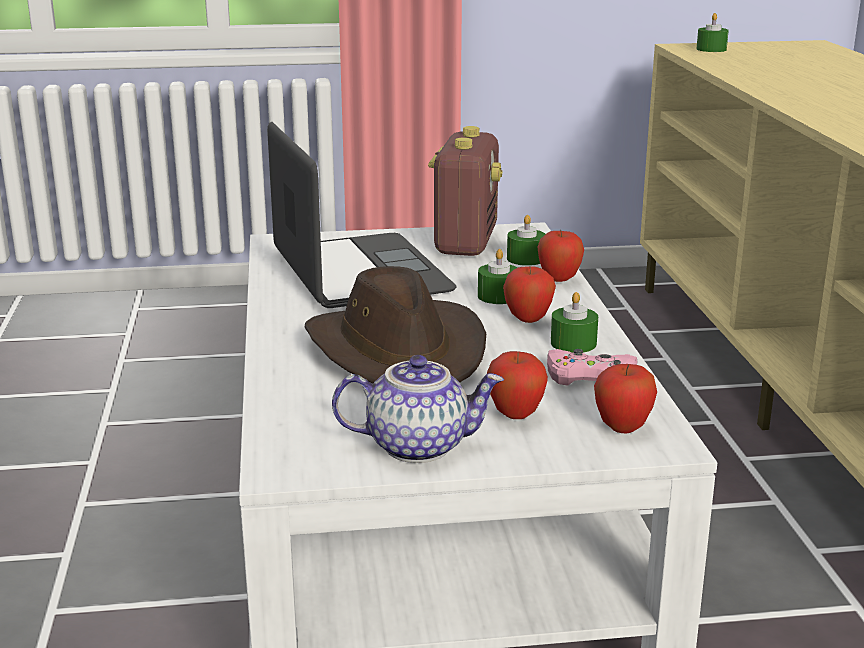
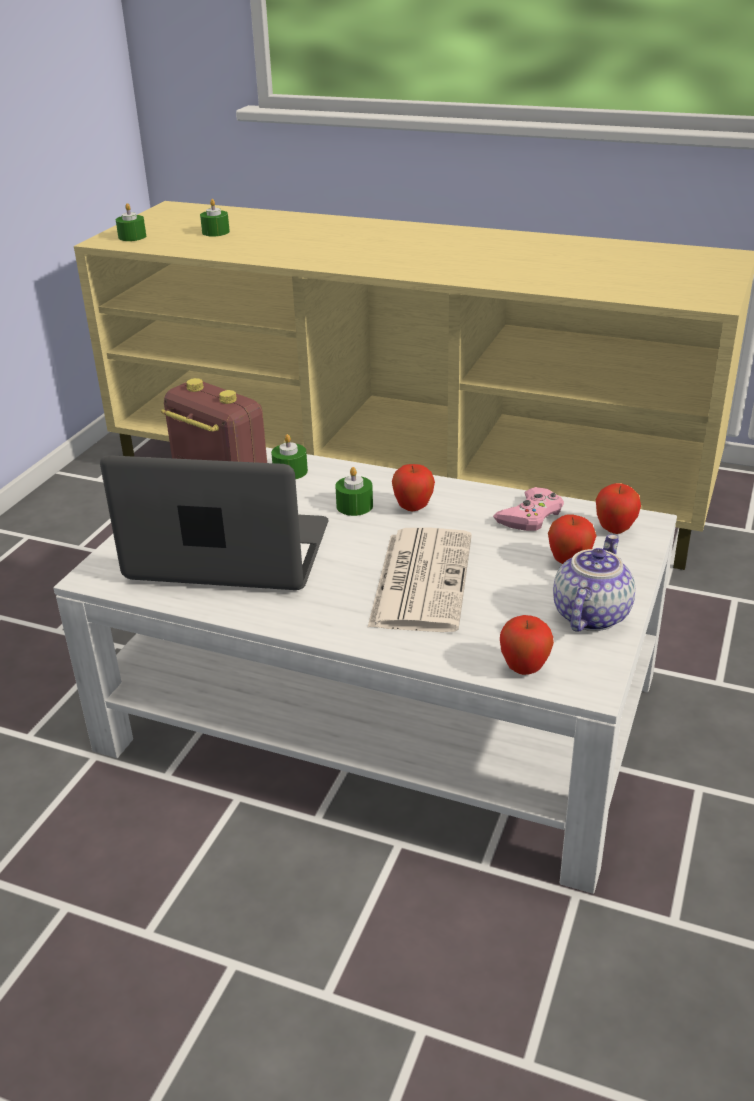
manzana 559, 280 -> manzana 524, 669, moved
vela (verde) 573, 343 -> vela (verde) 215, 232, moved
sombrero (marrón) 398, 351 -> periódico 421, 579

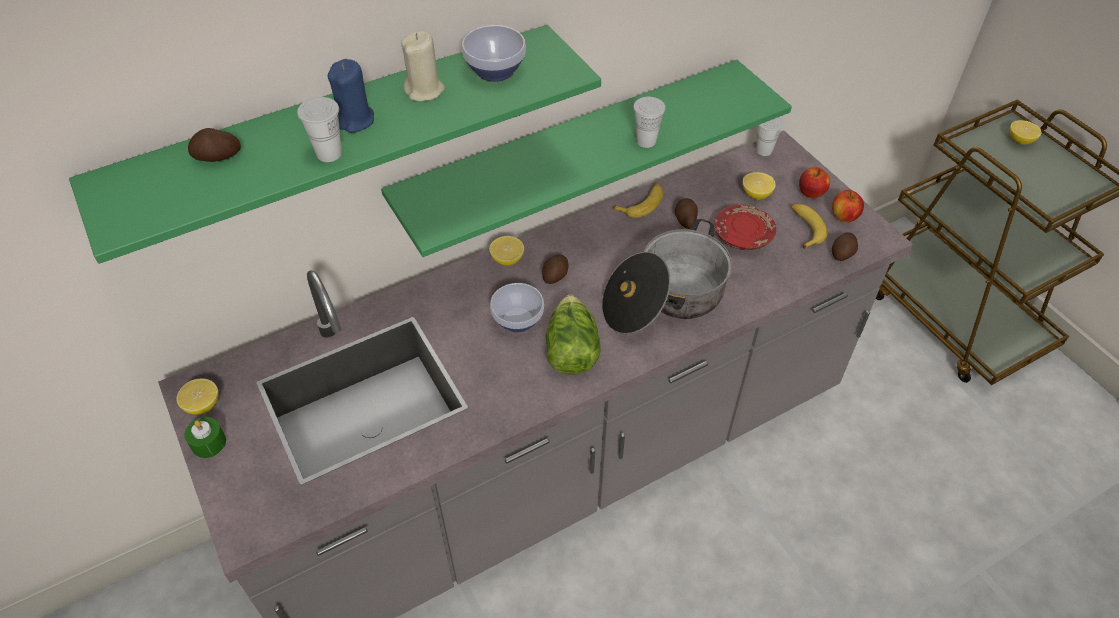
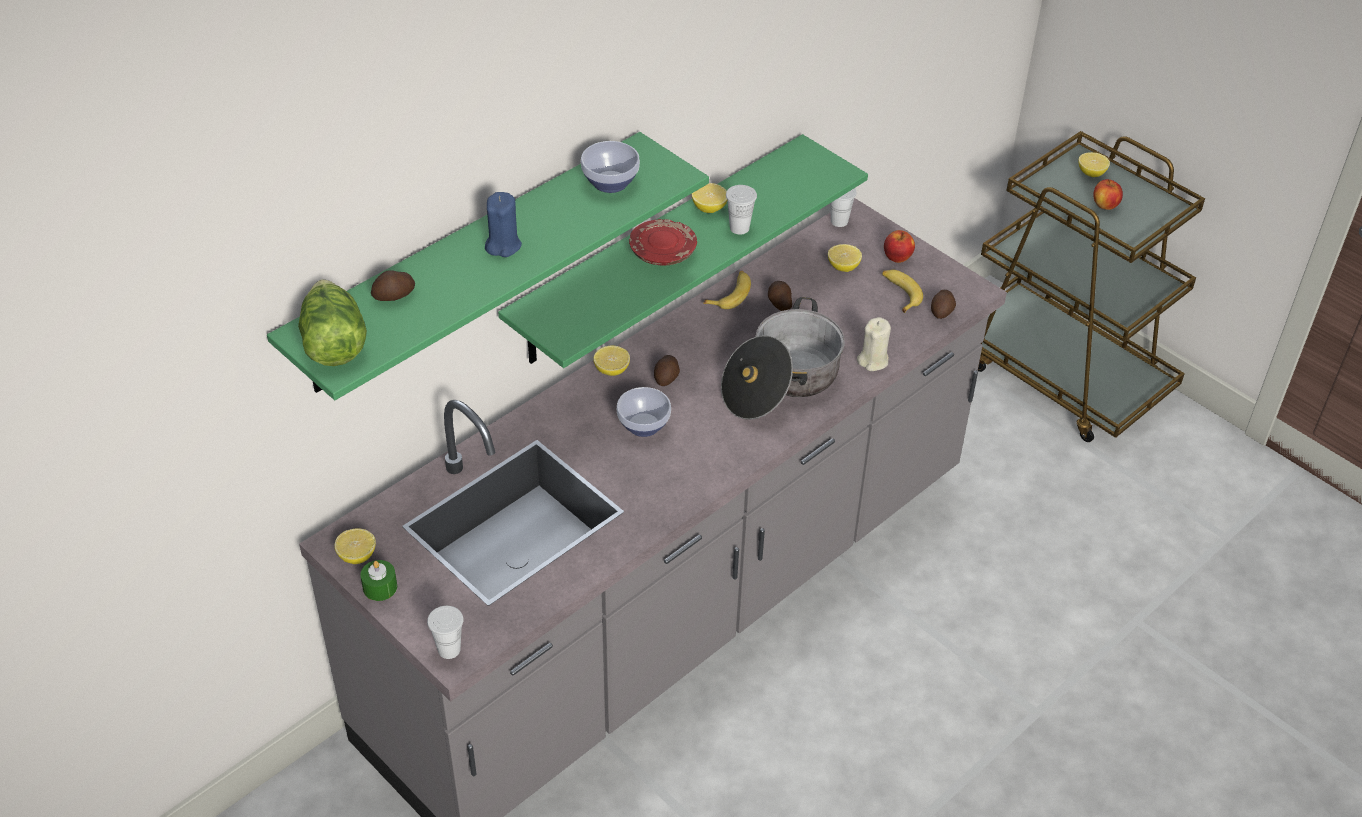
none -> limón 709, 208
taza (blanco) 329, 154 -> taza (blanco) 449, 649, moved
vela (beis) 424, 90 -> vela (beis) 873, 360, moved
lechuga 570, 349 -> lechuga 333, 342, moved
plato (rojo) 742, 235 -> plato (rojo) 662, 252, moved
manzana 844, 216 -> manzana 1105, 205, moved

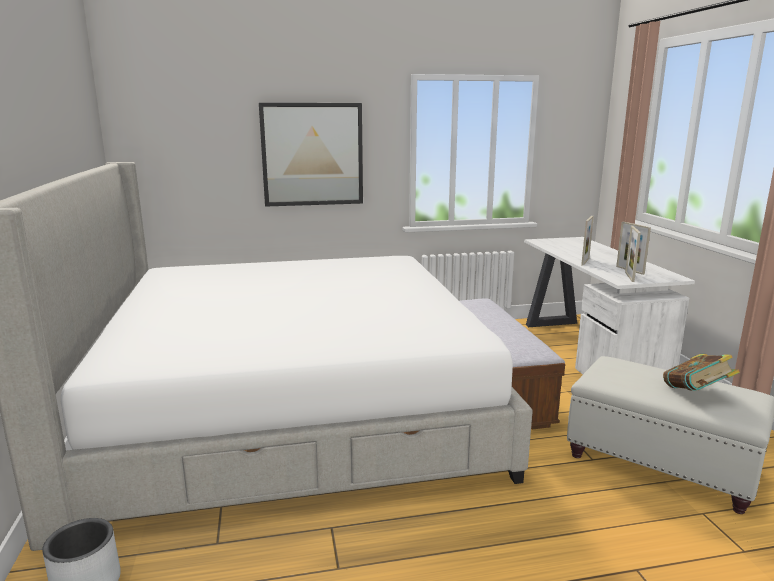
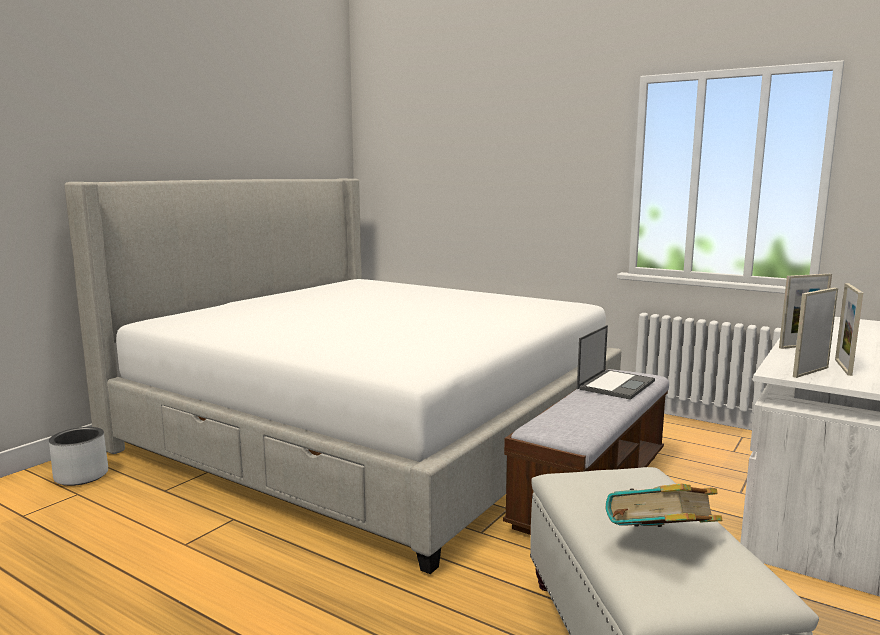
cuadro 312, 154 -> none
none -> portátil 616, 384

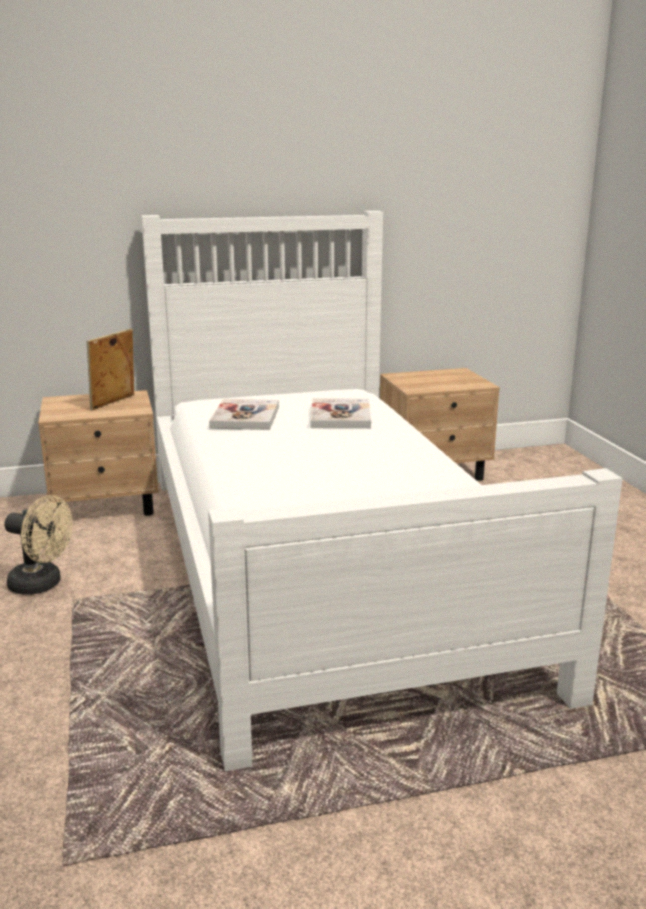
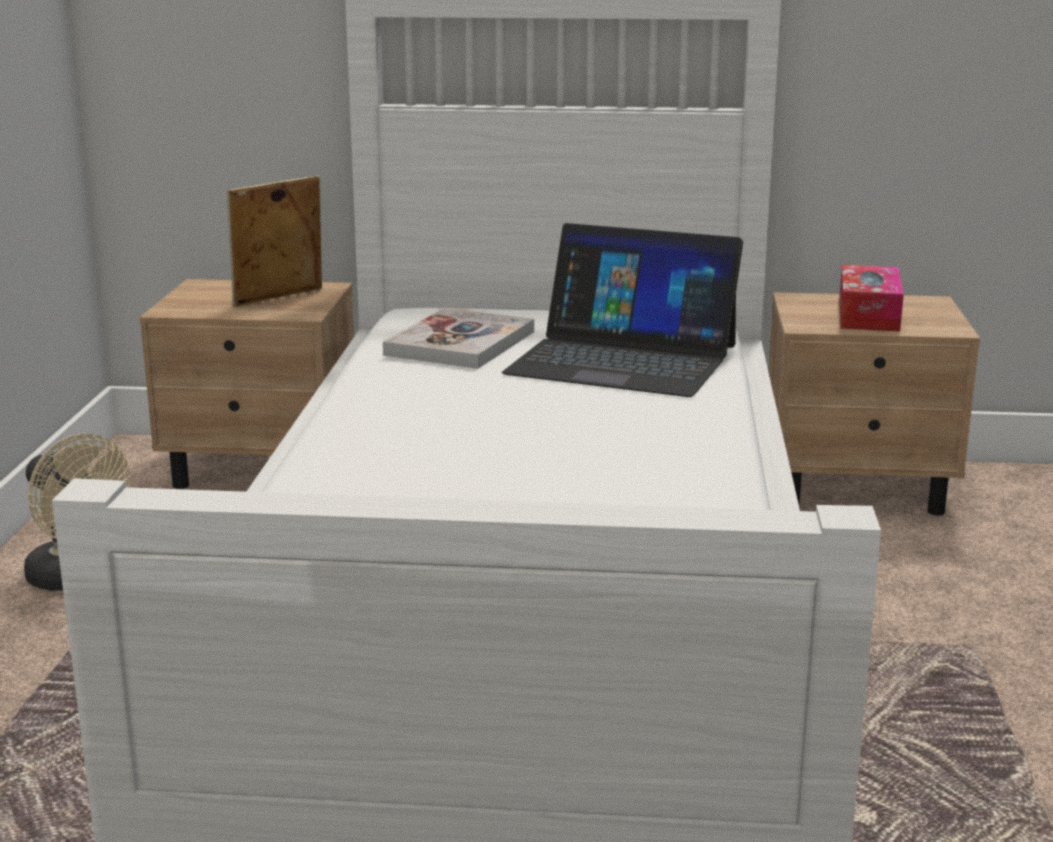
none -> caja de pañuelos 868, 314
libro 340, 416 -> portátil 623, 359

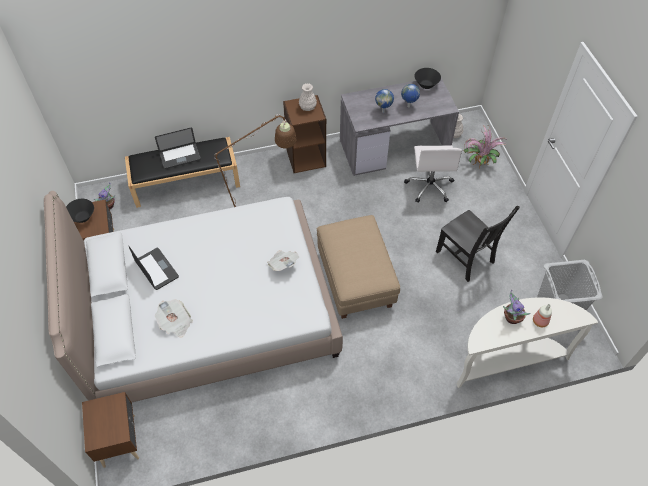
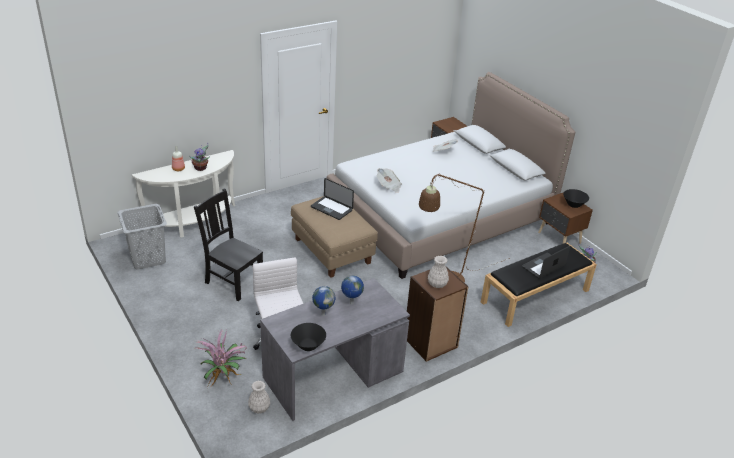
portátil 156, 269 -> portátil 331, 209, moved

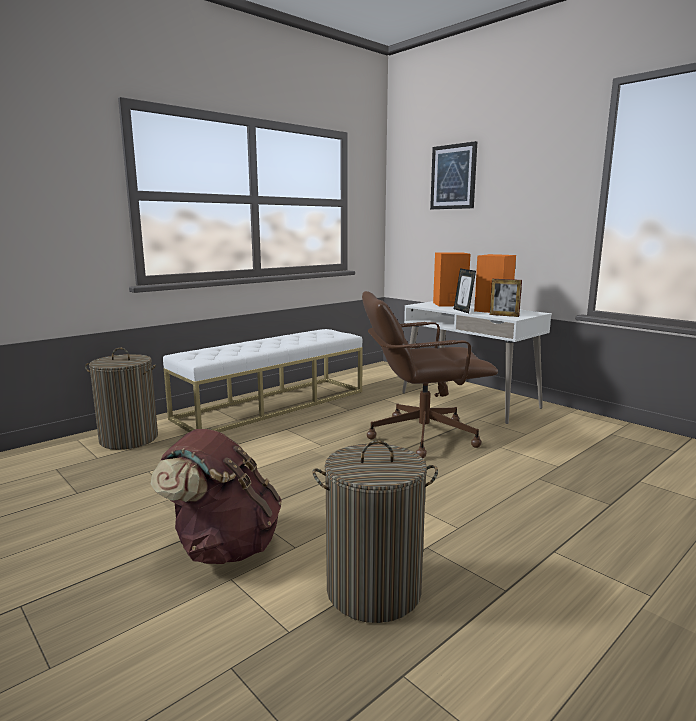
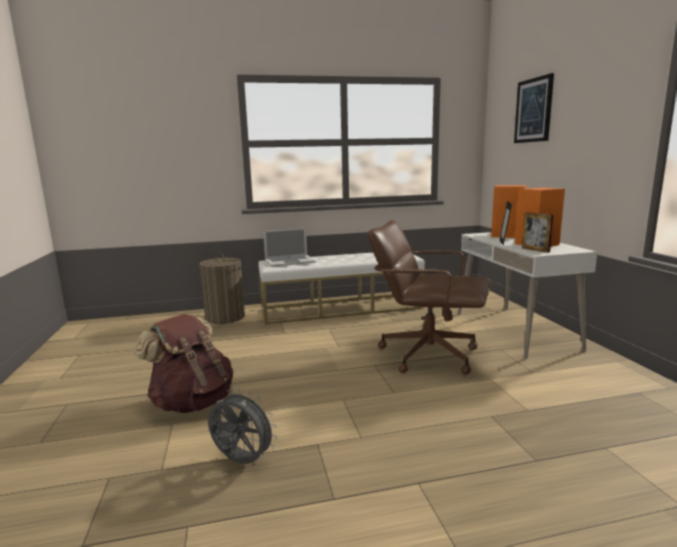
none -> portátil 289, 261
cesto de la ropa 373, 590 -> ventilador (gris) 241, 462

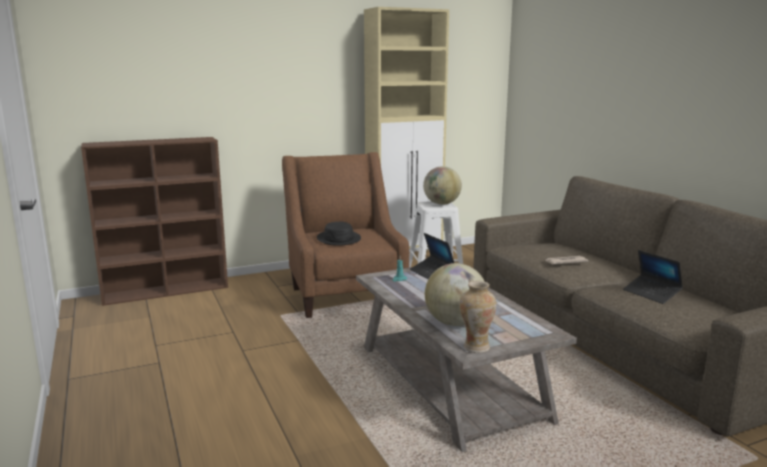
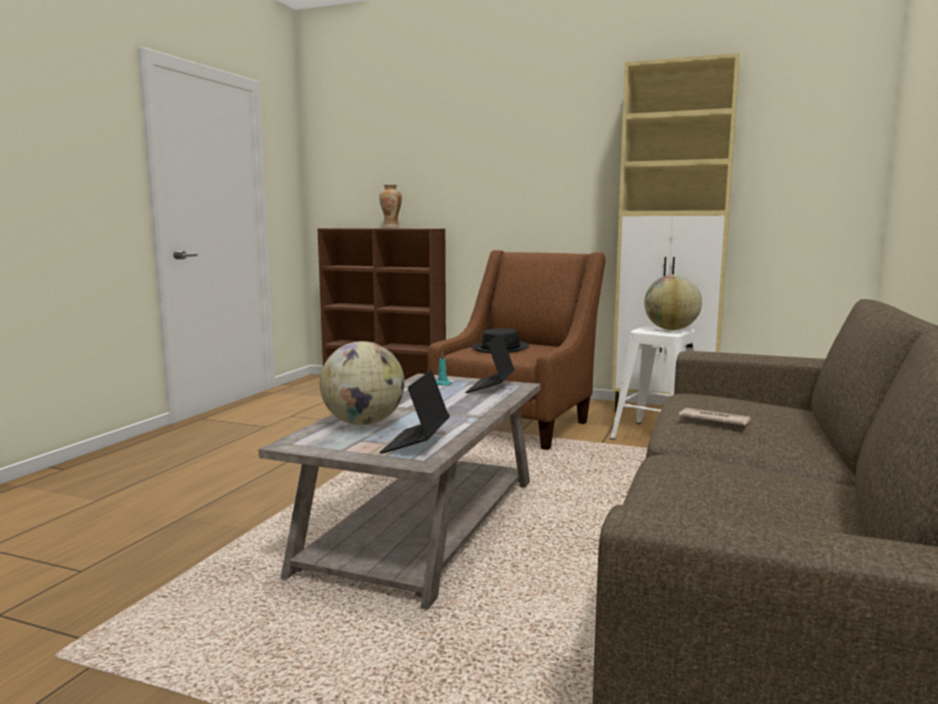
florero 475, 347 -> florero 391, 228, moved
portátil 651, 294 -> portátil 416, 443, moved

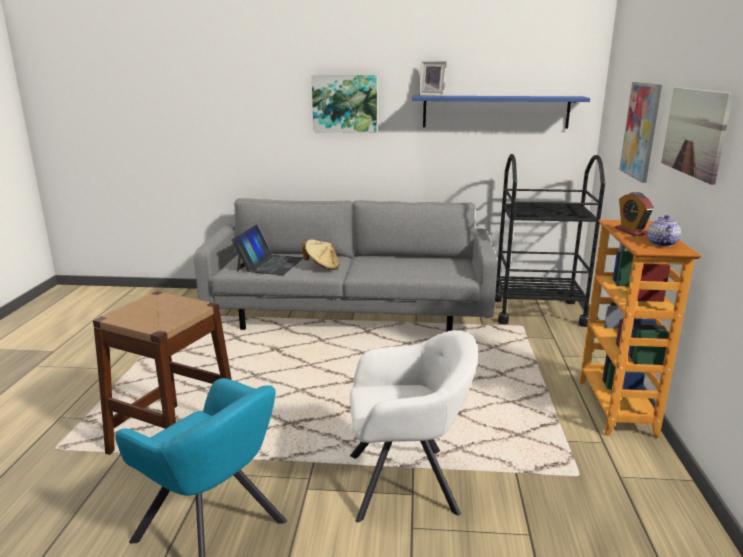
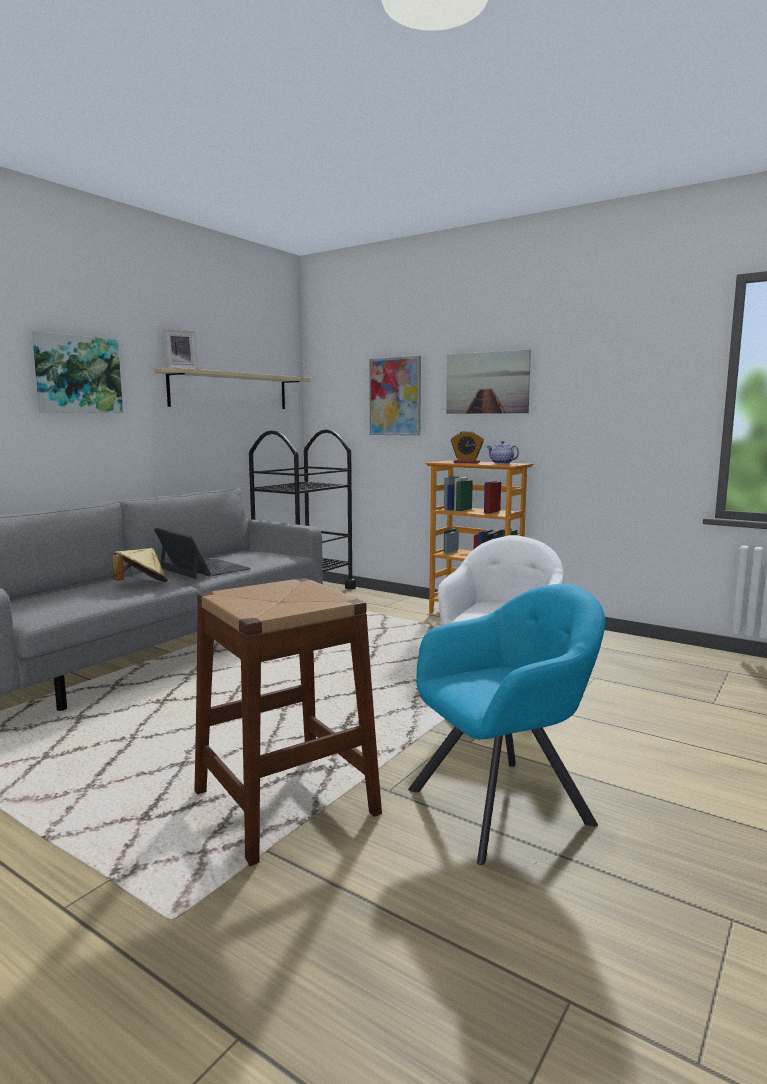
portátil 270, 264 -> portátil 203, 568, moved
estante (azul) 495, 111 -> estante (beis) 230, 391

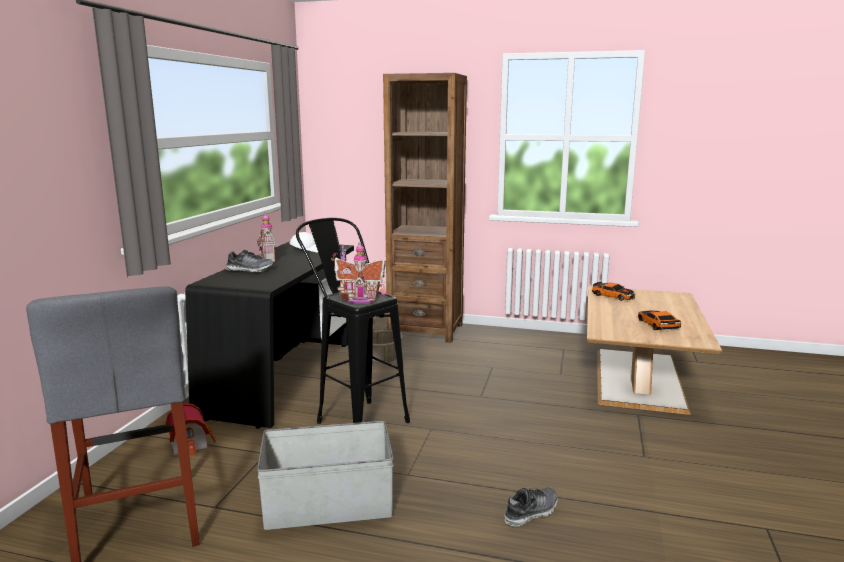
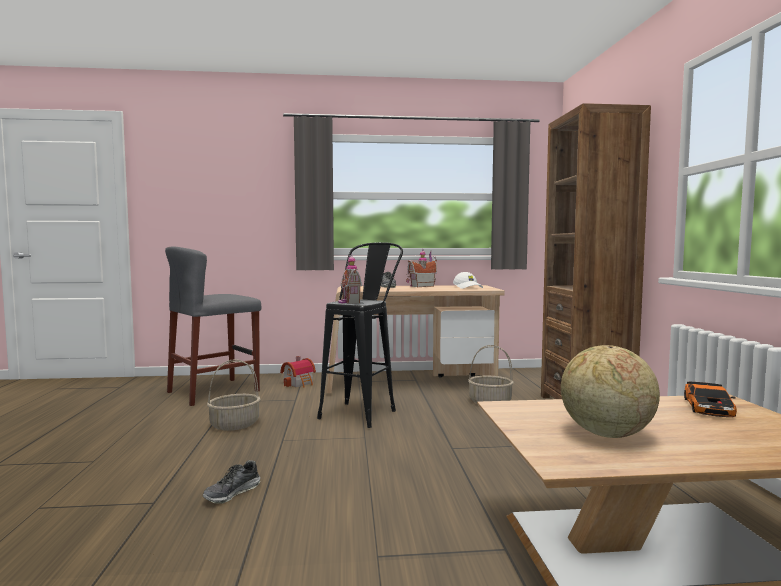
caja de almacenaje (gris) 328, 504 -> cesta 235, 424
coche de juguete 657, 324 -> globo terráqueo 605, 434
escritorio (negro) 284, 377 -> escritorio (beis) 411, 383
zapato 531, 512 -> zapato 232, 493, 90 degrees clockwise

